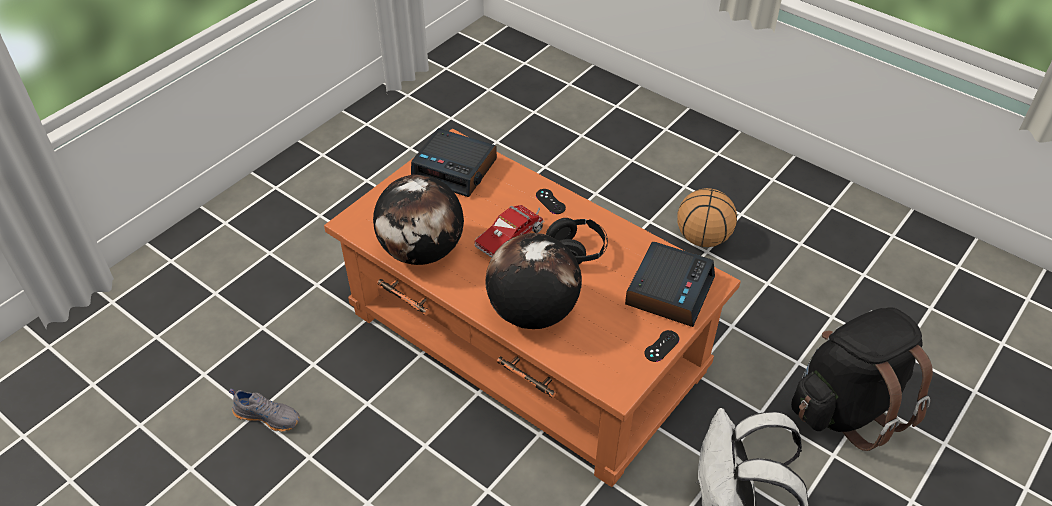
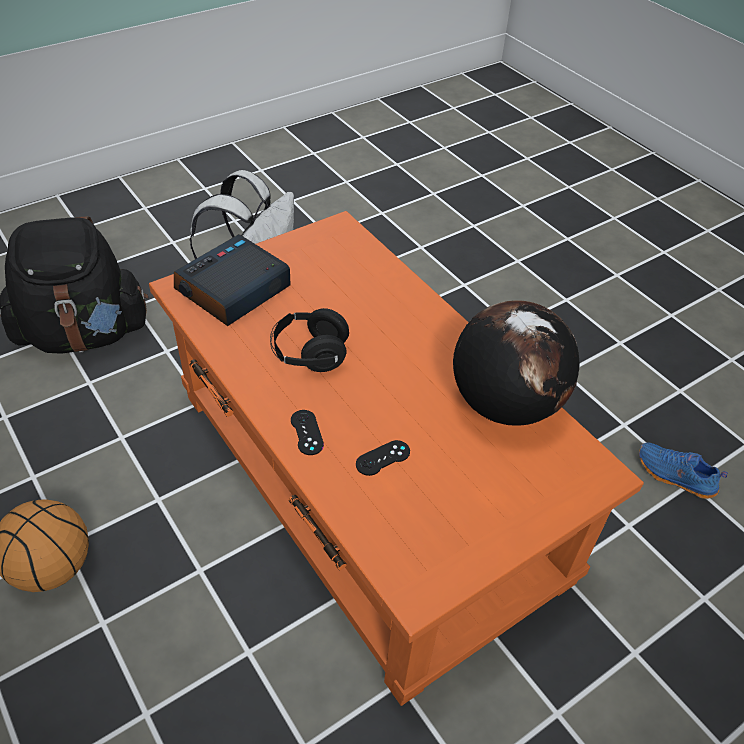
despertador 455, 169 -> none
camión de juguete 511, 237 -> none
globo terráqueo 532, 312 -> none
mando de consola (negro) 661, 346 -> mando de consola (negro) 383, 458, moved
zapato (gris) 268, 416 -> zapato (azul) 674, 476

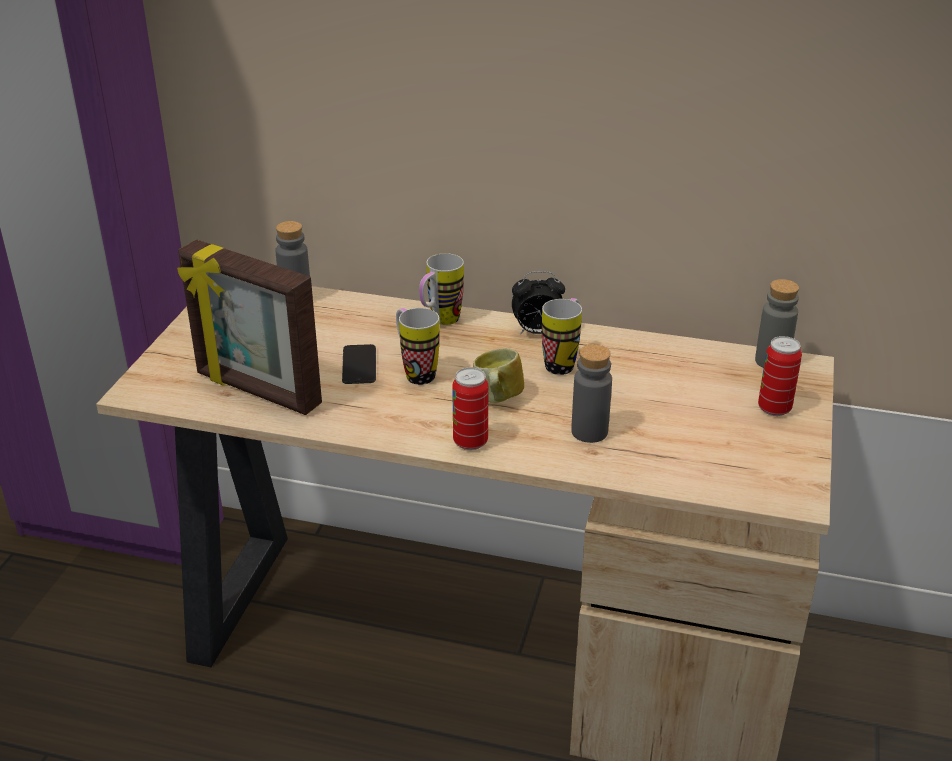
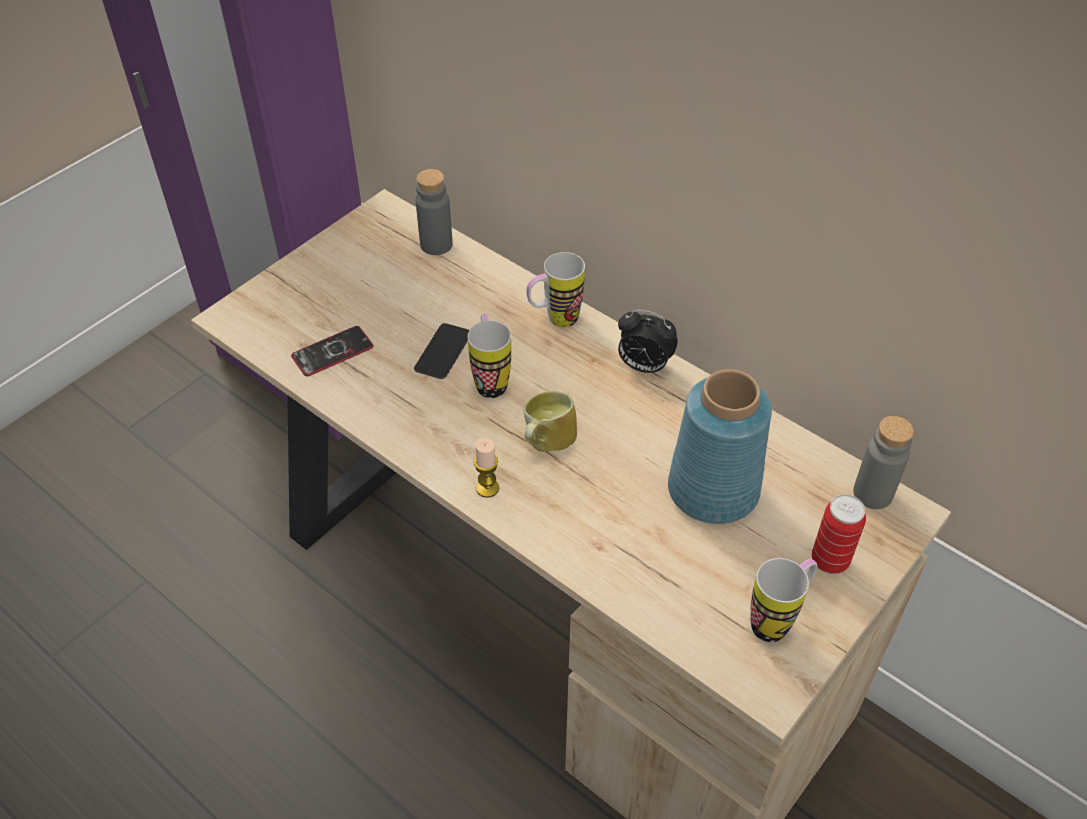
botella (gris) 589, 432 -> none
none -> florero (azul) 712, 489
taza grande 563, 362 -> taza grande 777, 620, moved
portarretratos 257, 391 -> móvil 332, 352
lata 470, 442 -> vela 487, 488

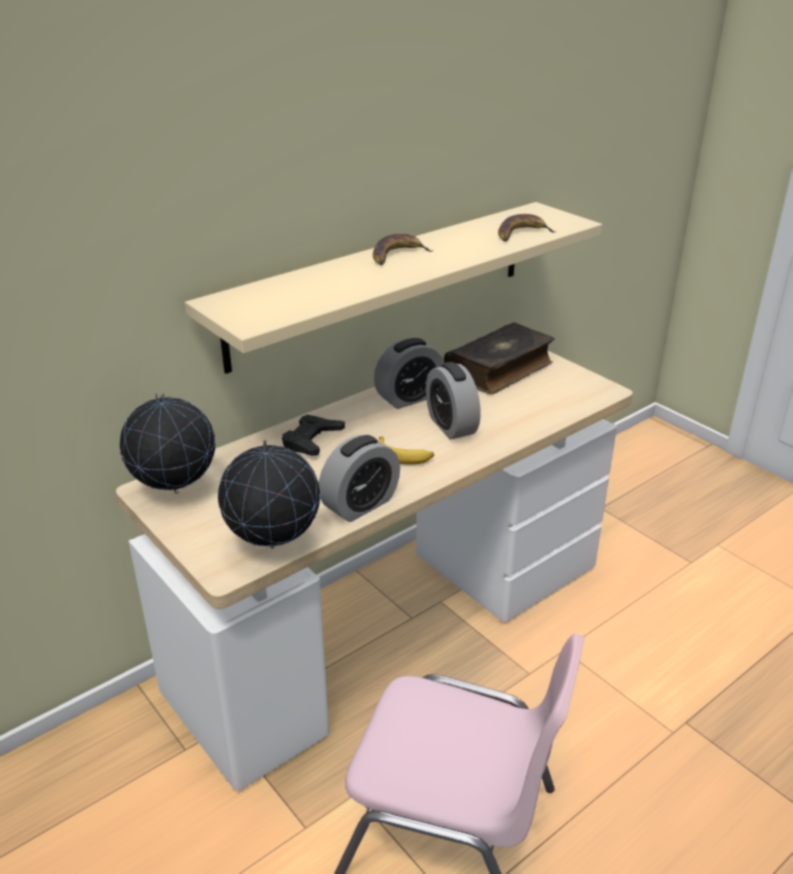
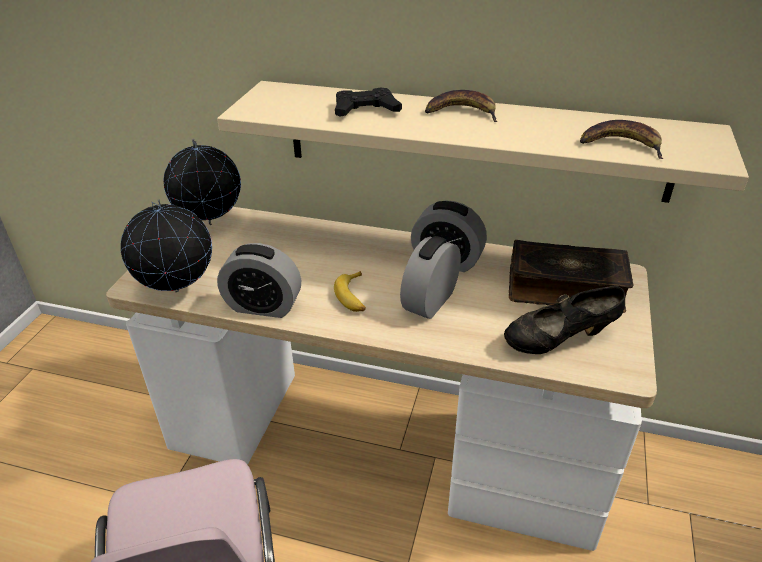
none -> zapato (negro) 559, 341
mando de consola (negro) 312, 440 -> mando de consola (negro) 365, 110, moved

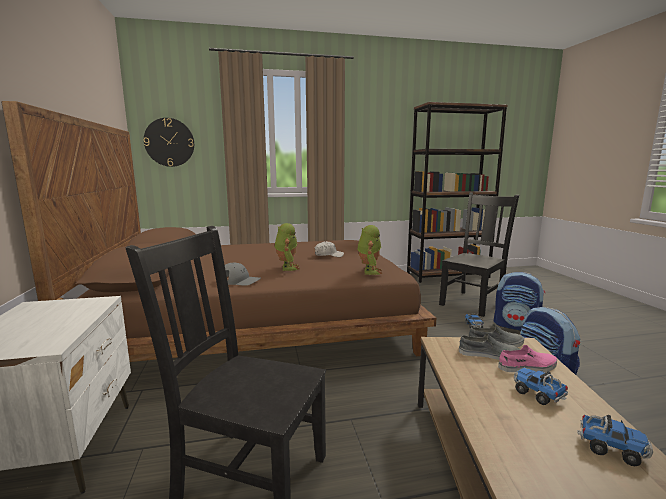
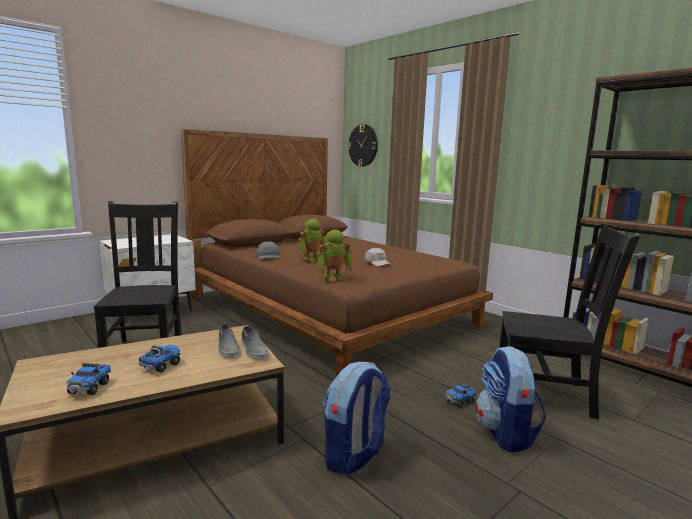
zapato (rosa) 528, 367 -> none

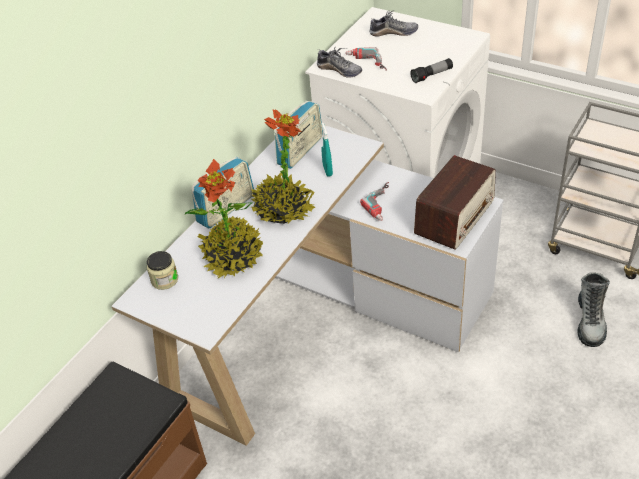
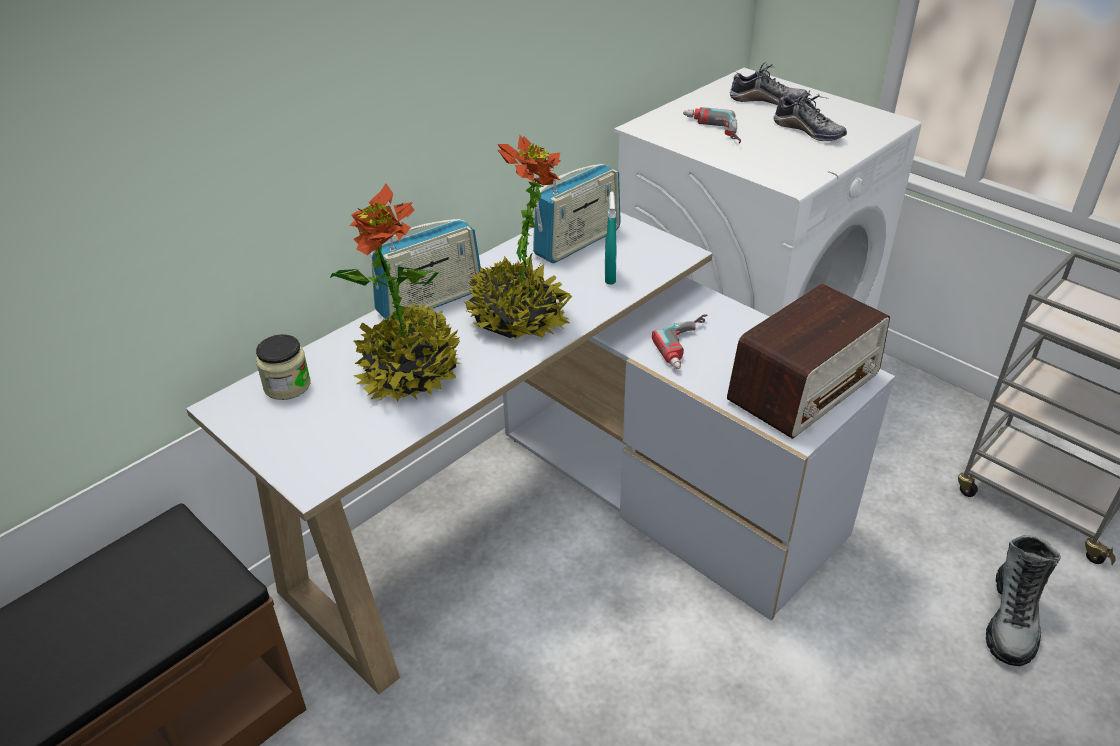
linterna 432, 75 -> none
zapato 339, 70 -> zapato 808, 131, moved

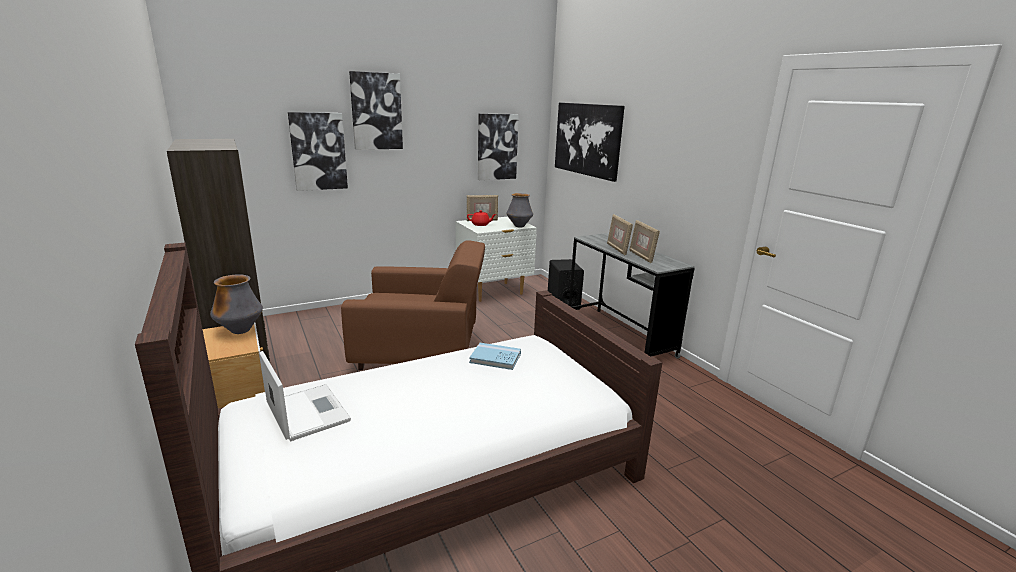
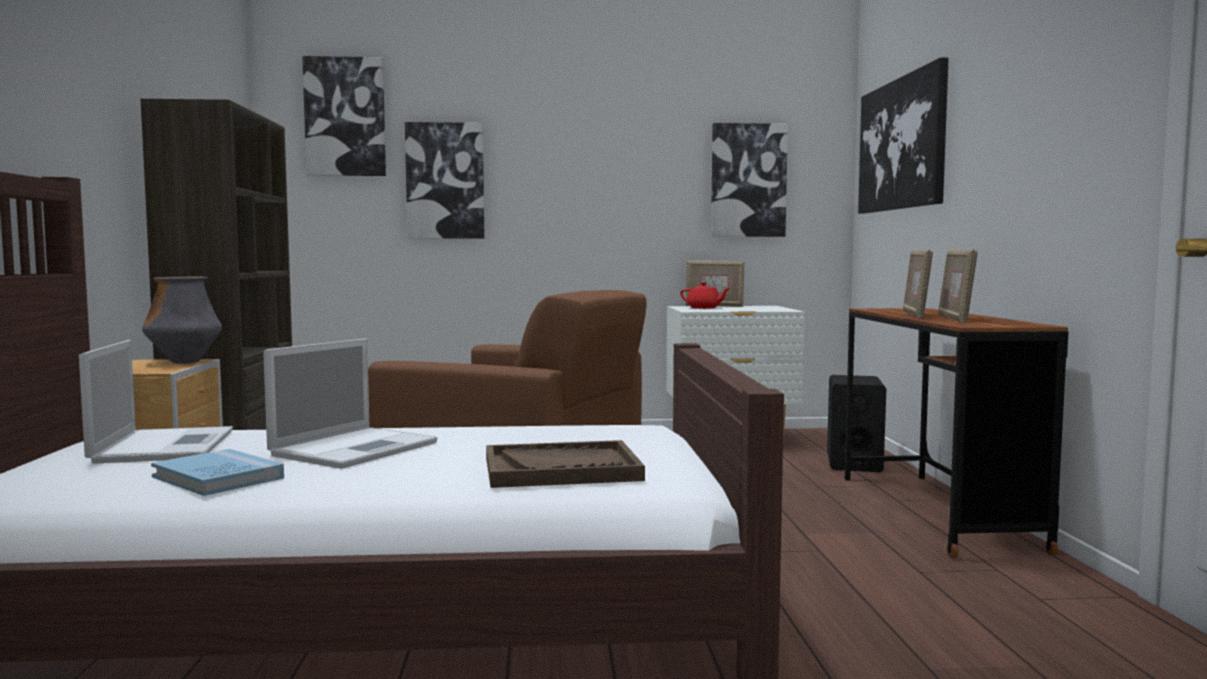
florero 519, 226 -> none
none -> portátil 356, 448
none -> bandeja (marrón) 562, 469
cuadro 376, 111 -> cuadro 345, 117, moved
libro (azul) 495, 358 -> libro (azul) 217, 477, moved
escritorio (gris) 619, 336 -> escritorio (marrón) 935, 512

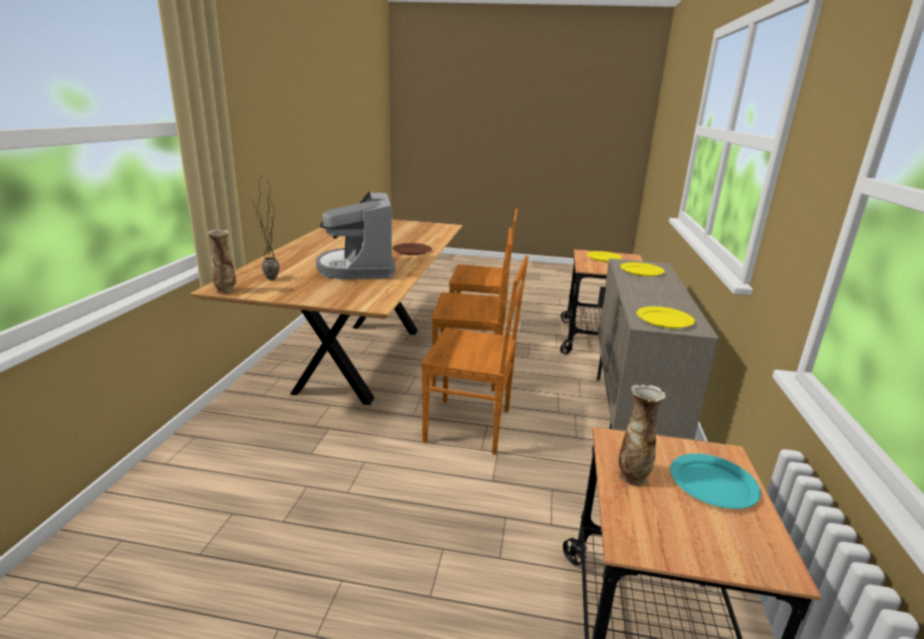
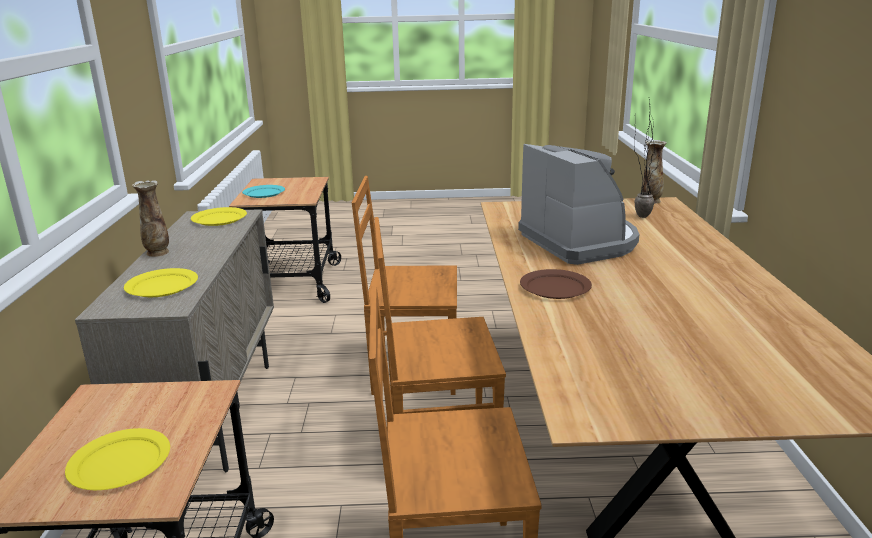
florero 632, 476 -> florero 157, 253, moved

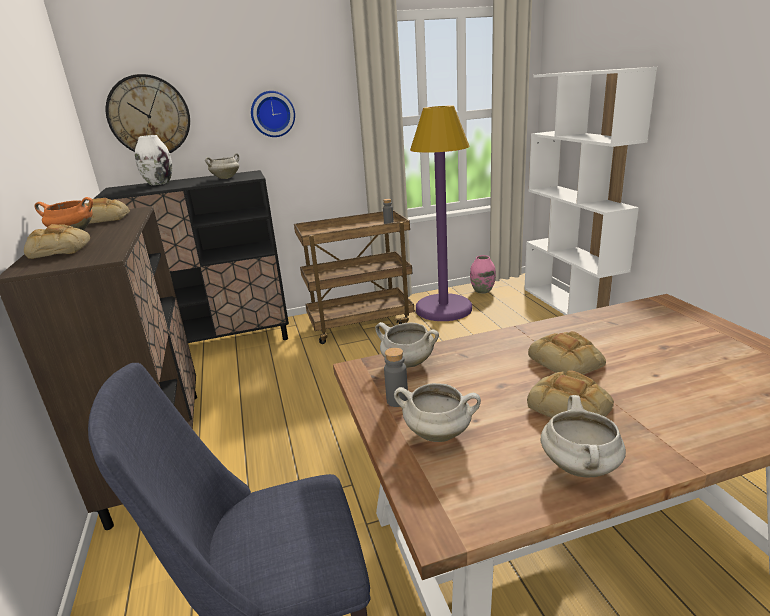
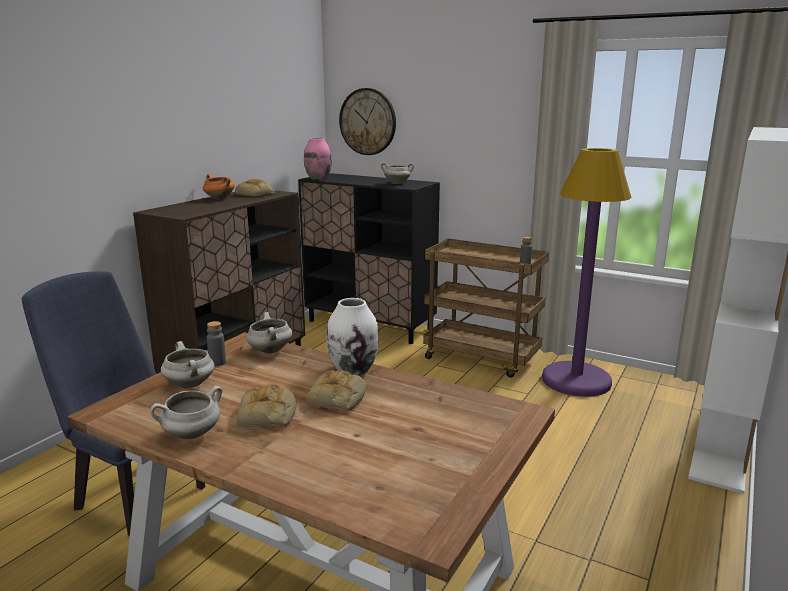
pan 59, 250 -> none
reloj de pared 272, 114 -> none
florero (blanco) 159, 183 -> florero (blanco) 353, 370, moved
florero (rosa) 482, 291 -> florero (rosa) 318, 178, moved

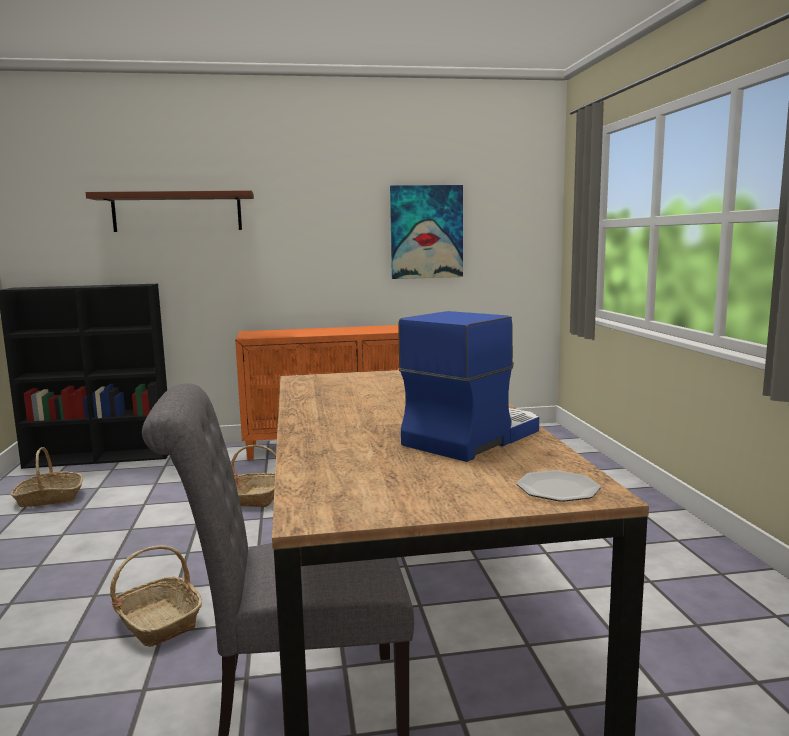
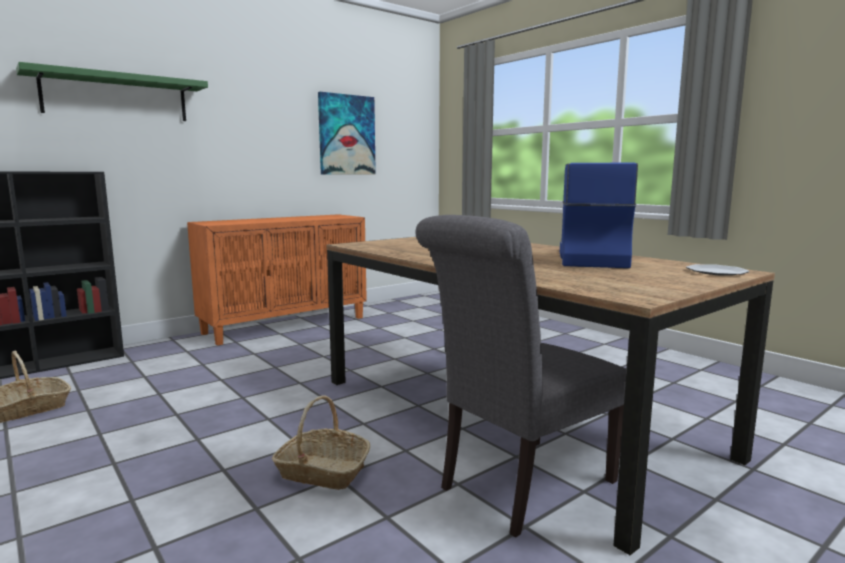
cesta 259, 497 -> none
estante (marrón) 177, 212 -> estante (verde) 116, 97

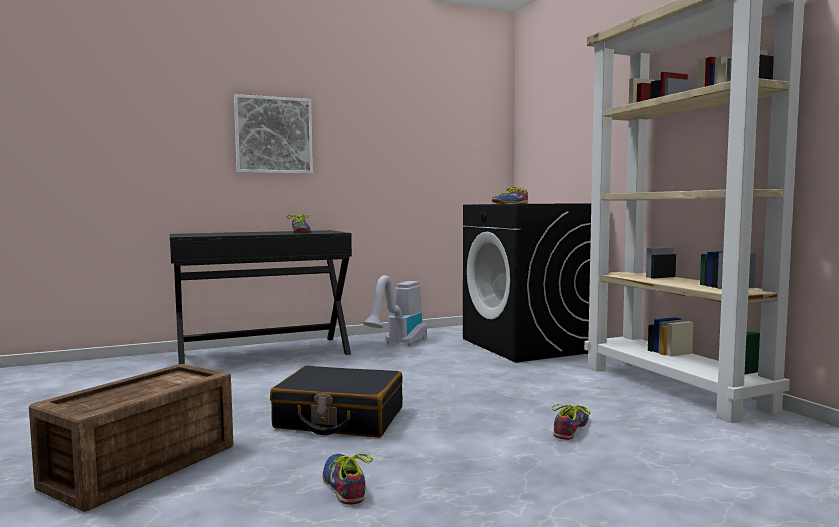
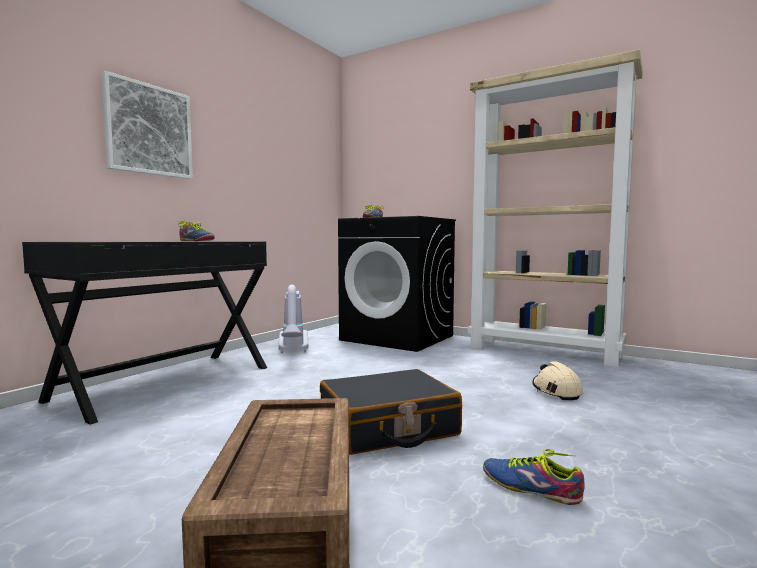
zapato 570, 428 -> casco (beis) 556, 391

